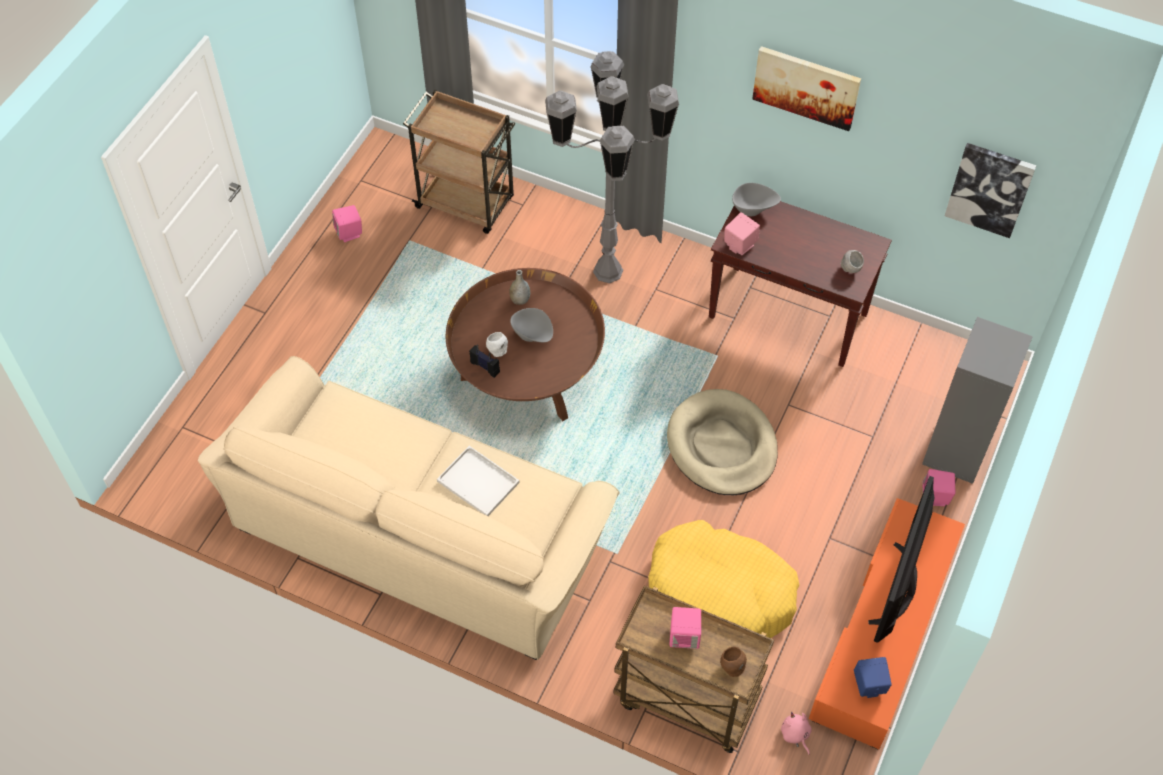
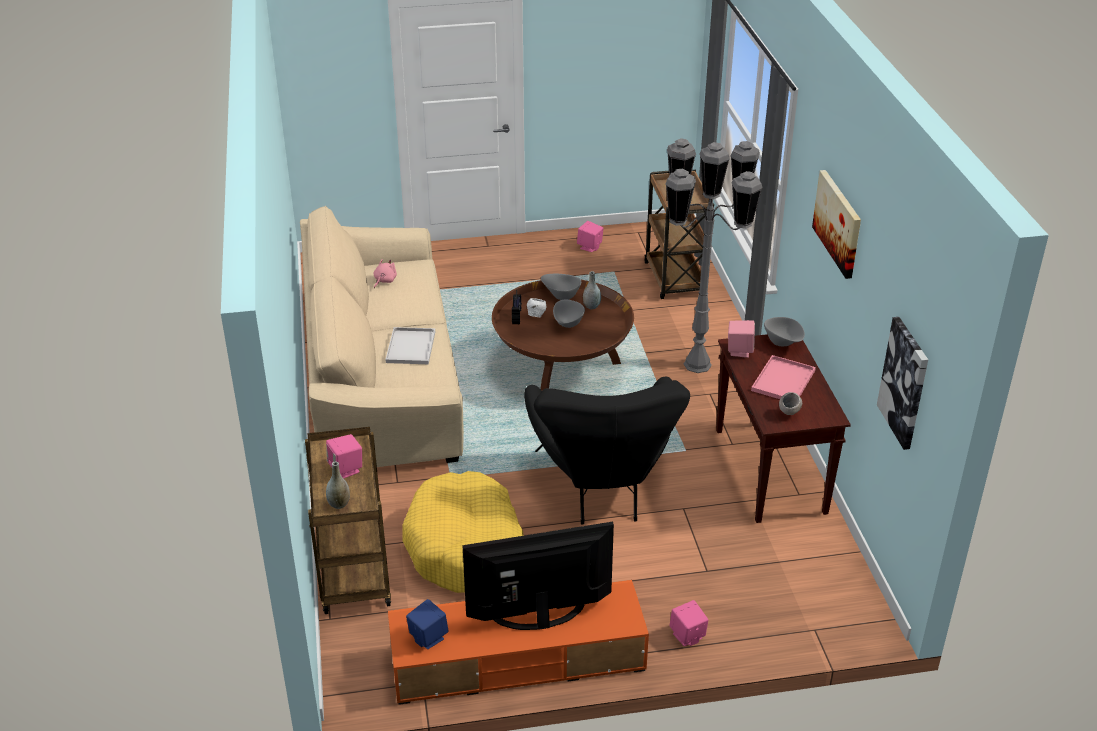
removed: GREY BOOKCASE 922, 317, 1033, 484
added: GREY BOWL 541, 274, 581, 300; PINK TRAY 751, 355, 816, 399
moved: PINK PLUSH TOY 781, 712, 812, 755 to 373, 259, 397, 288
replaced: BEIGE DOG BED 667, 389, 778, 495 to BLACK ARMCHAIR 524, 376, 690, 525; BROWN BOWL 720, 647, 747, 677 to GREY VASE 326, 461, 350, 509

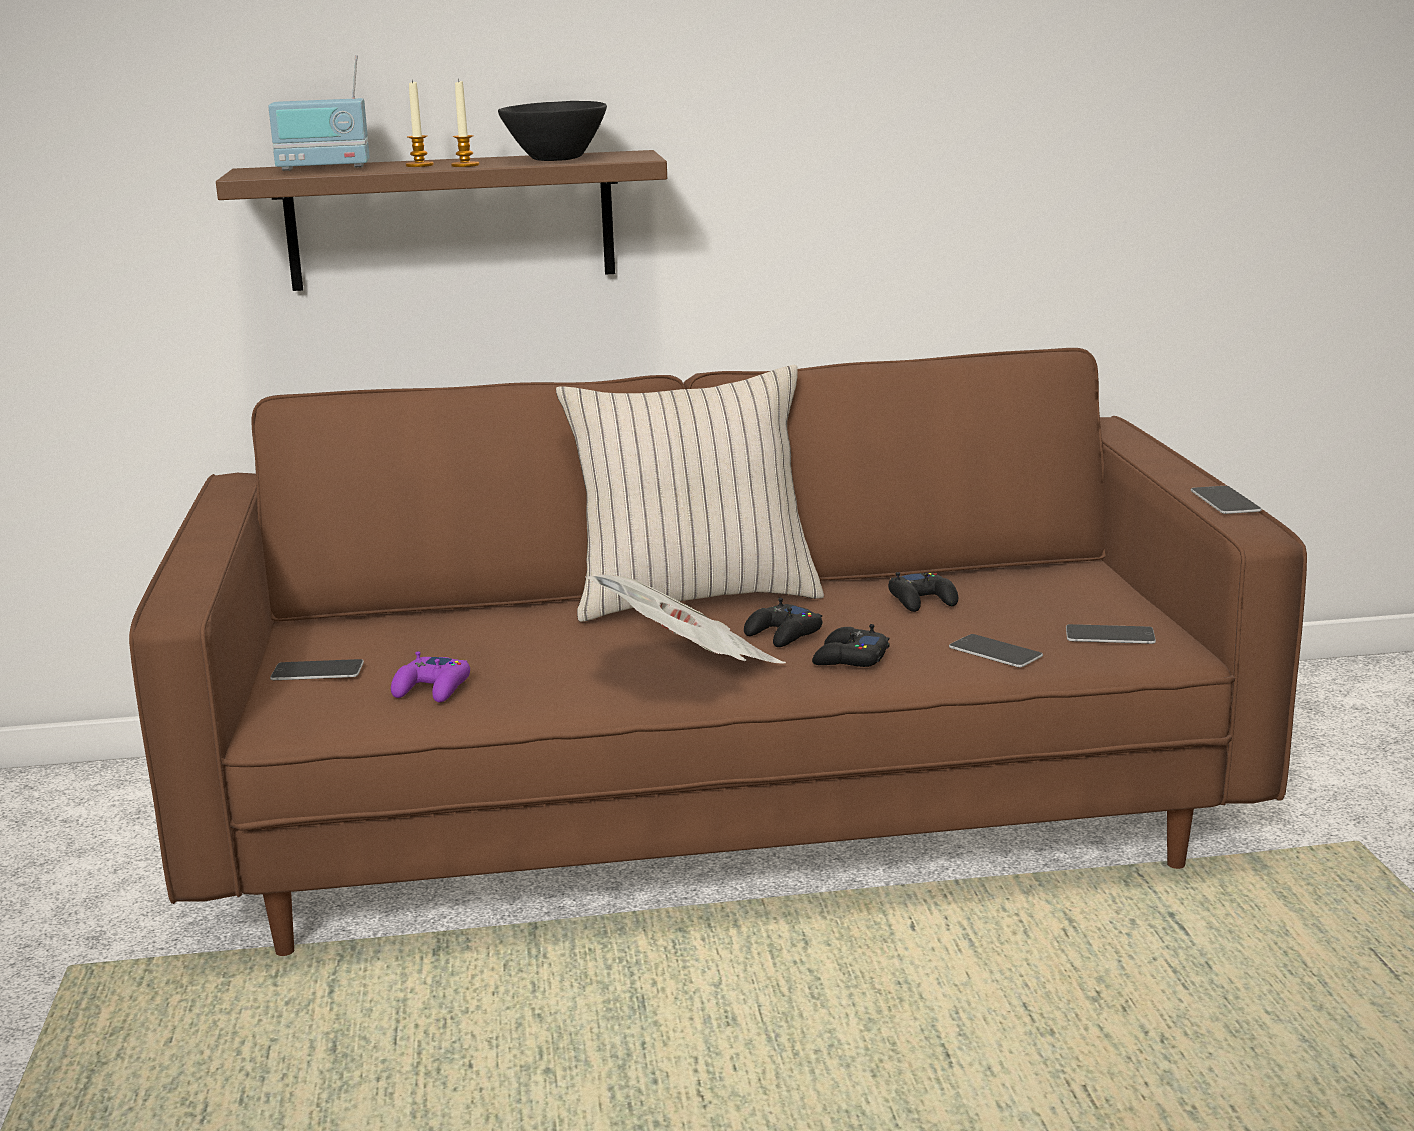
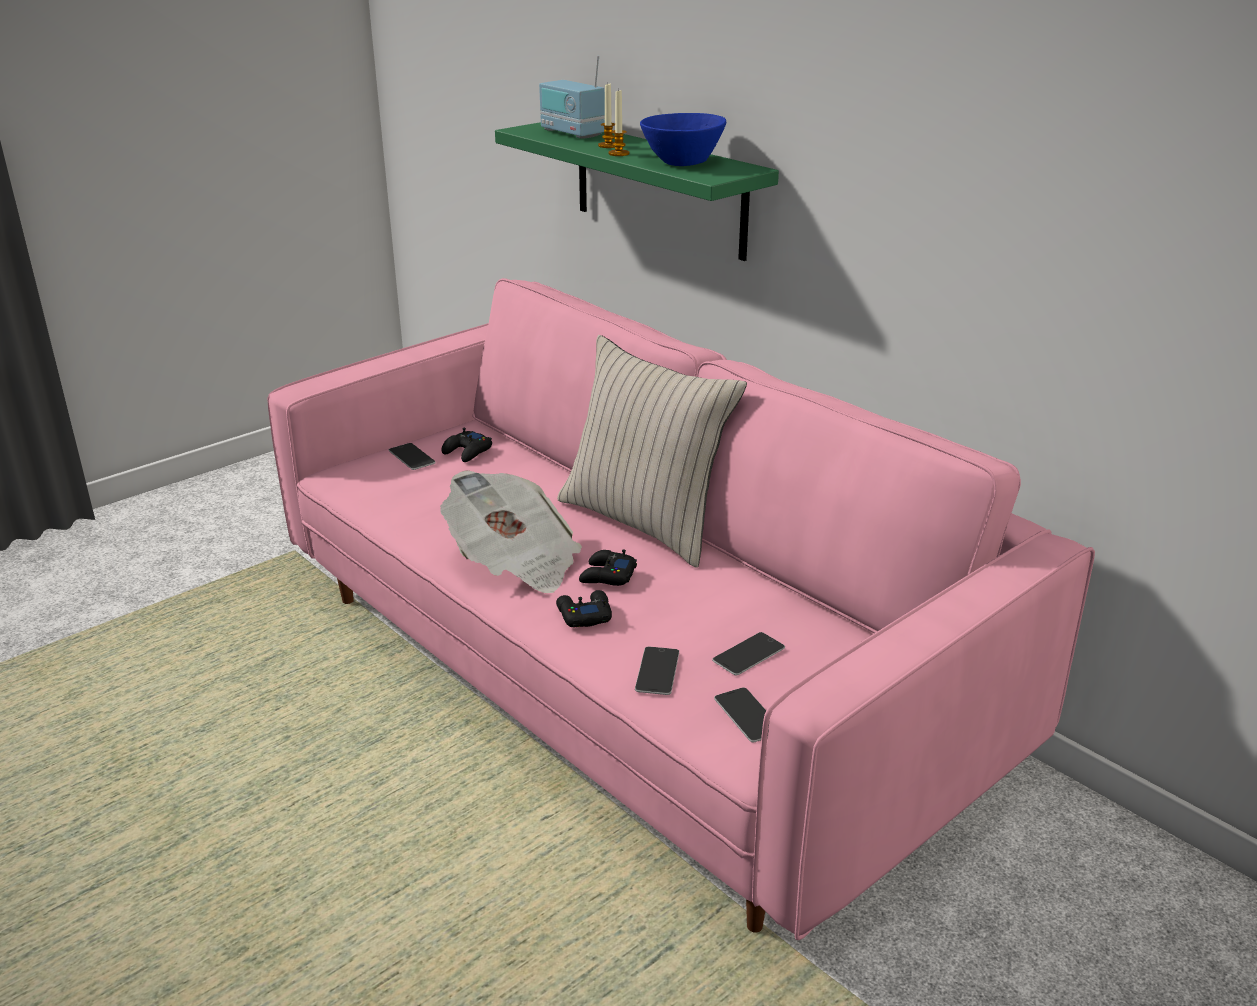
removed: PURPLE GAME CONTROLLER 391, 651, 470, 702
moved: BLACK GAME CONTROLLER 888, 572, 958, 612 to 441, 428, 492, 462; PHONE 1191, 486, 1262, 514 to 712, 632, 785, 676
recoloured: BROWN SOFA 129, 348, 1307, 956 to PINK SOFA 267, 278, 1095, 940; BROWN SHELF 216, 150, 667, 291 to GREEN SHELF 495, 122, 779, 261; BLACK BOWL 498, 101, 607, 161 to BLUE BOWL 640, 113, 726, 166

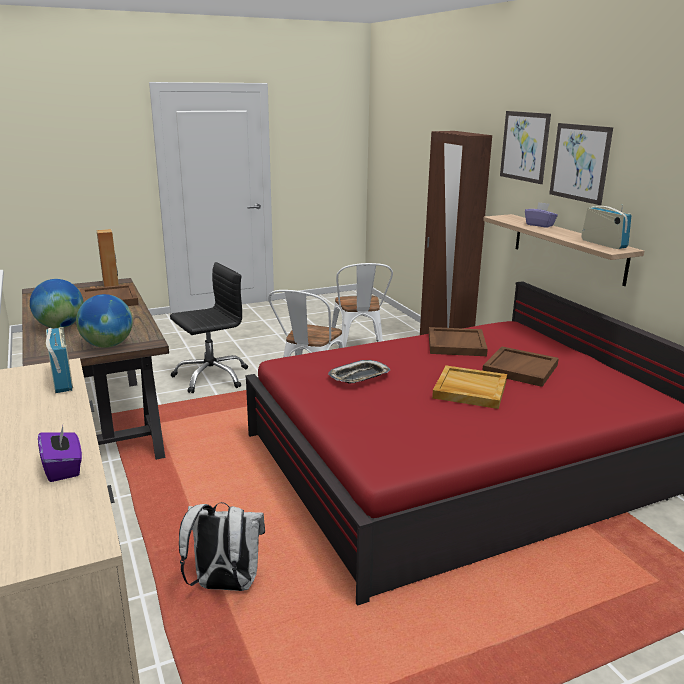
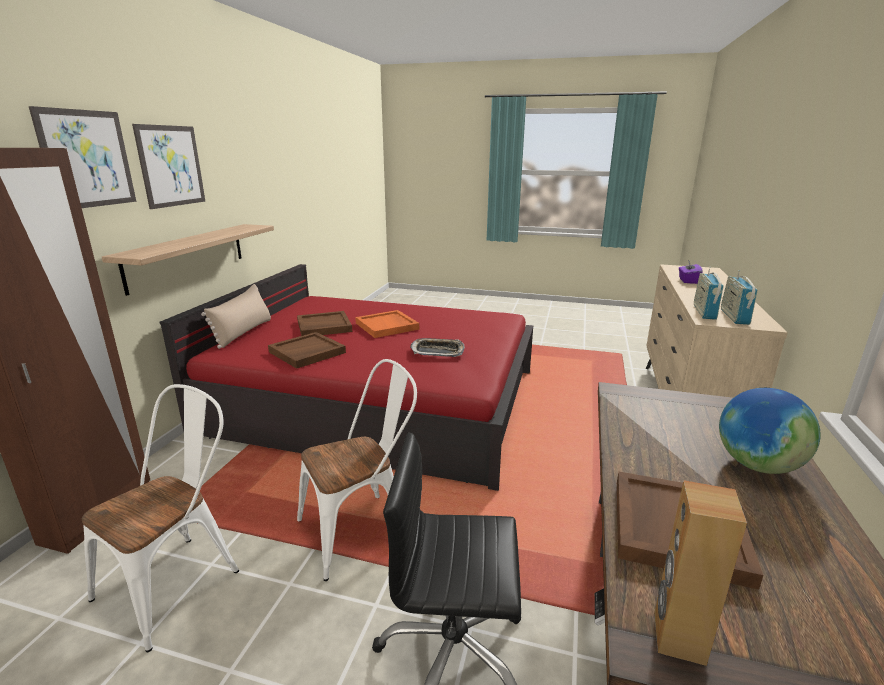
removed: GLOBE 76, 294, 133, 348; WHITE BACKPACK 179, 502, 265, 591; PURPLE TISSUE BOX 525, 202, 558, 228
added: BEIGE PILLOW 201, 284, 271, 349
moved: RADIO 582, 205, 632, 249 to 721, 270, 758, 325
recoloured: BEIGE TRAY 432, 365, 507, 409 to ORANGE TRAY 355, 310, 419, 338

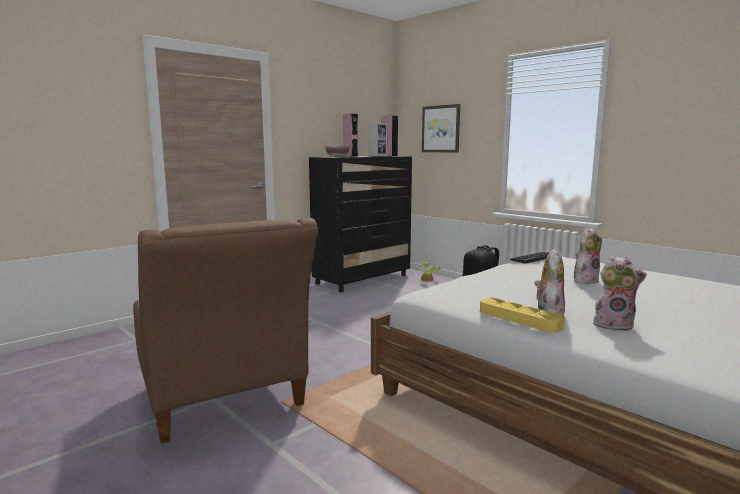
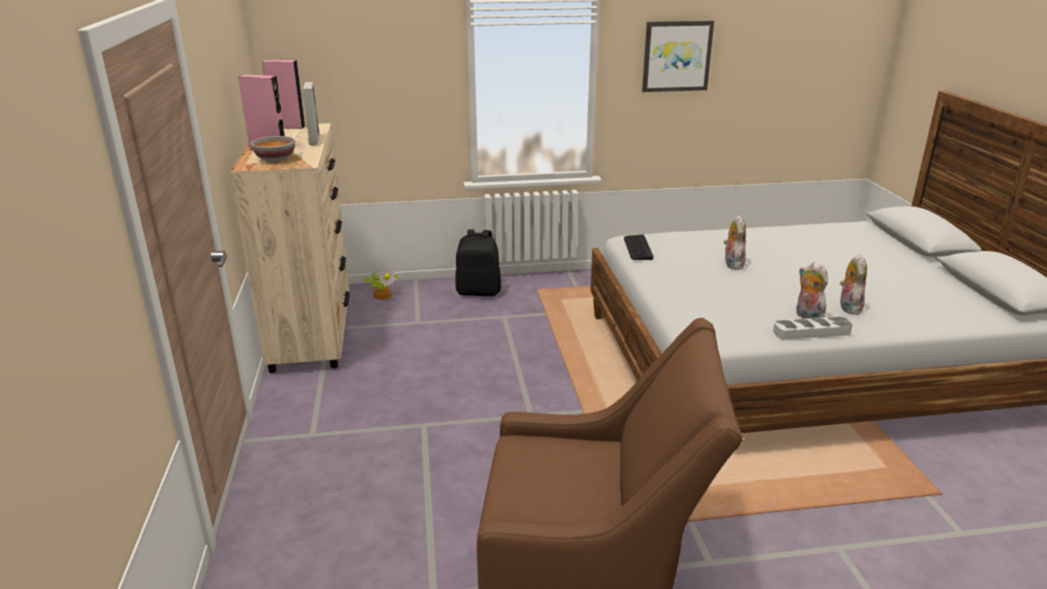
moved: PICTURE 422, 104, 460, 153 to 642, 20, 714, 92
recoloured: BLACK DRESSER 309, 156, 412, 292 to BEIGE DRESSER 230, 123, 350, 373; YELLOW TRAY 480, 298, 565, 333 to GREY TRAY 773, 317, 852, 340
turned: PLUSH TOY 593, 256, 647, 331 = 840, 254, 867, 315 45 degrees counterclockwise

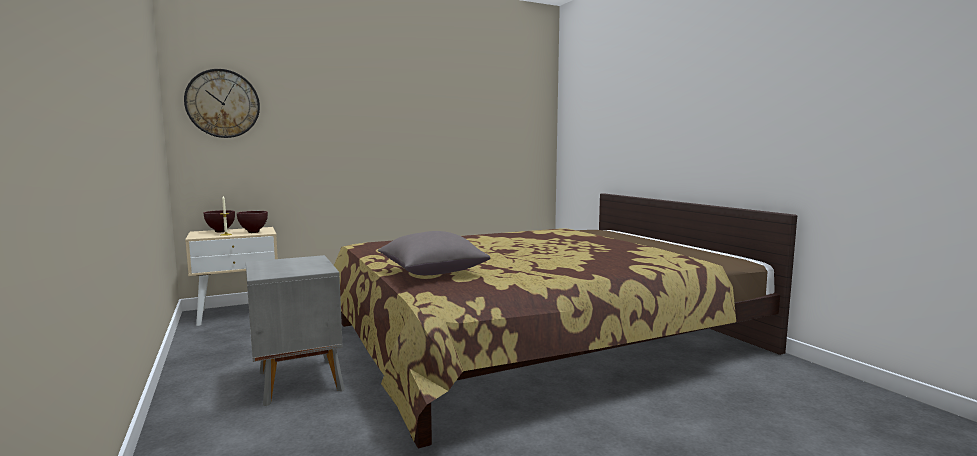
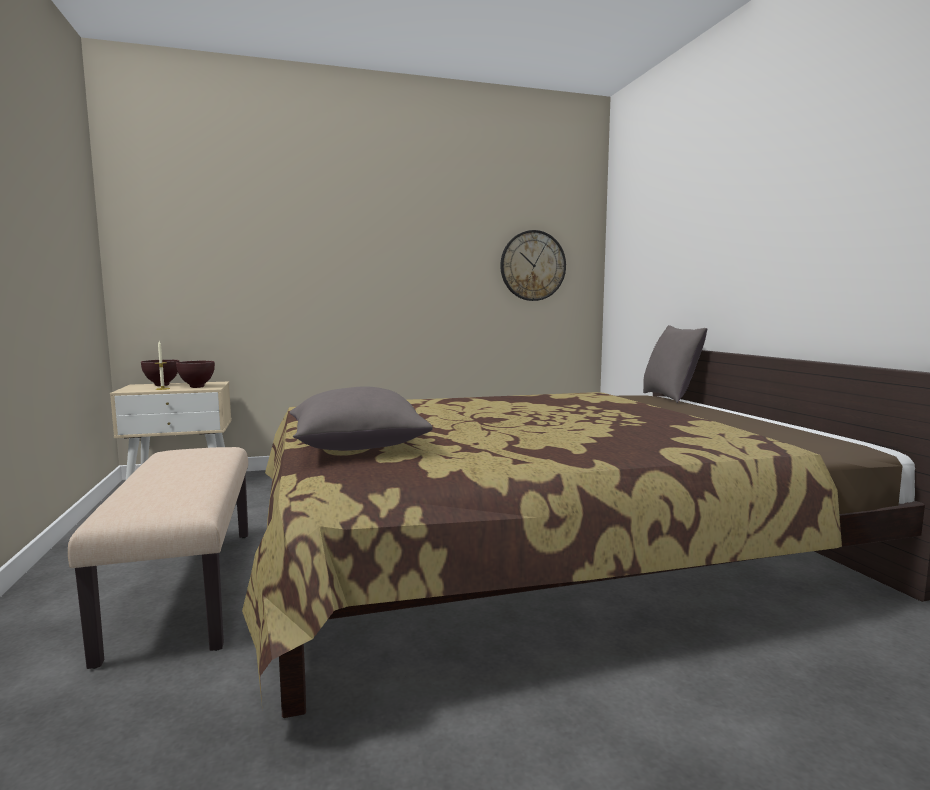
added: GREY PILLOW 643, 325, 707, 403
moved: WALL CLOCK 184, 69, 260, 138 to 500, 230, 566, 301
replaced: GREY NIGHTSTAND 246, 255, 345, 406 to BEIGE BENCH 68, 447, 248, 669

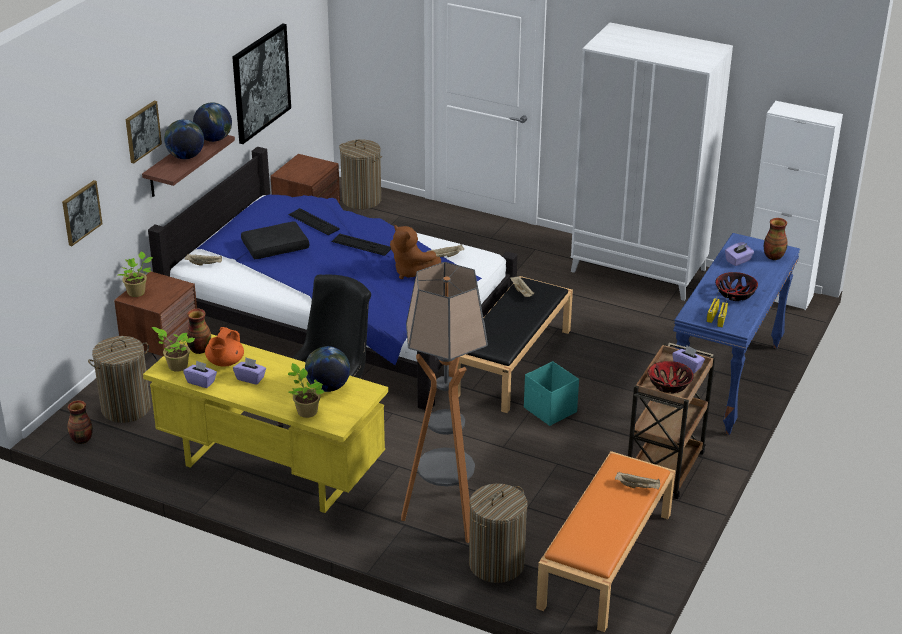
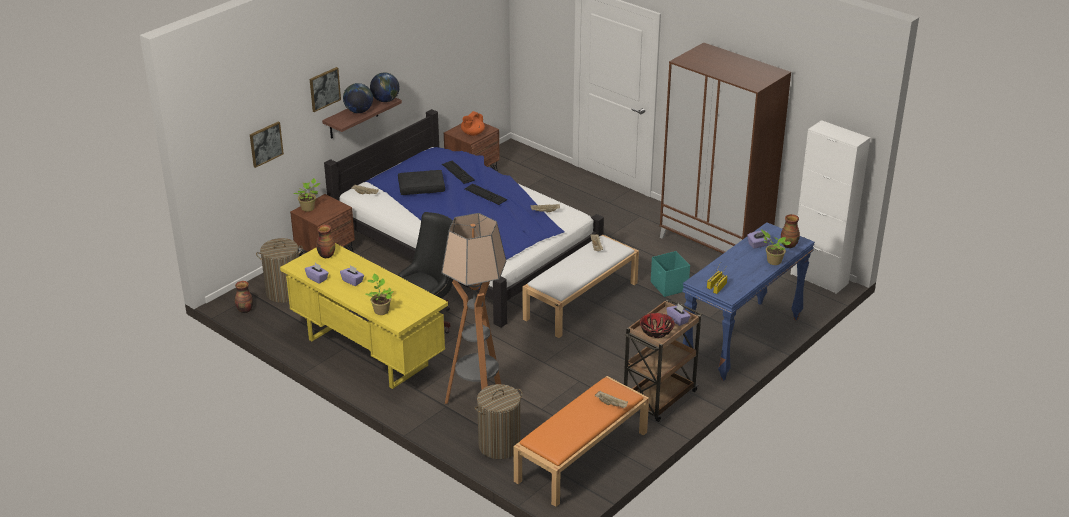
removed: PICTURE 232, 23, 291, 144; GLOBE 305, 346, 350, 392; LAUNDRY BASKET 339, 140, 383, 209; BROWN PLUSH TOY 390, 225, 441, 279; BOWL 715, 272, 758, 301
moved: POTTED PLANT 152, 327, 195, 372 to 761, 230, 791, 265; ORANGE TEAPOT 205, 327, 244, 366 to 461, 111, 485, 136; TURQUOISE STORAGE BOX 524, 361, 579, 426 to 651, 251, 690, 297
recoloured: BLACK BENCH 457, 276, 573, 413 to WHITE BENCH 522, 235, 639, 338; WHITE WARDROBE 571, 23, 733, 301 to BROWN WARDROBE 659, 42, 791, 254

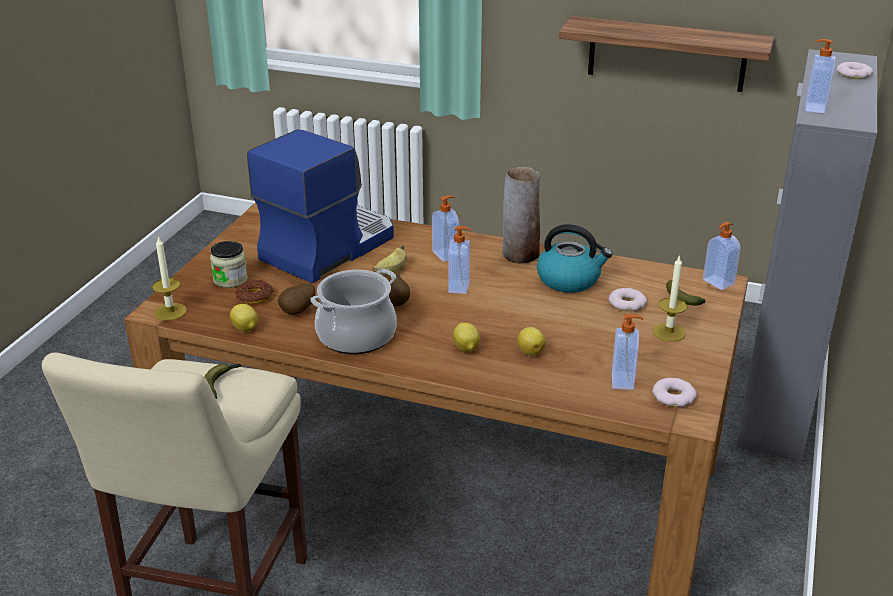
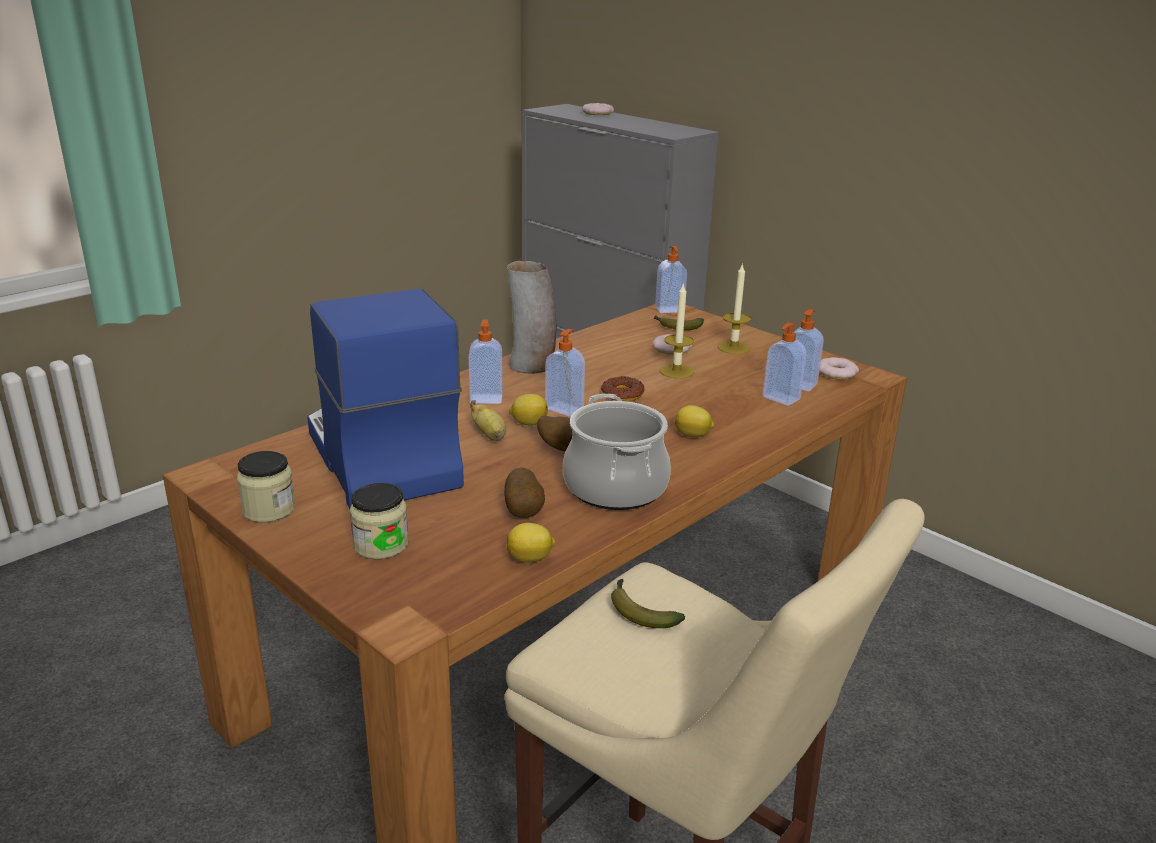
removed: KETTLE 537, 224, 612, 293; SHELF 559, 16, 774, 92
added: JAR 236, 451, 296, 523
moved: CANDLE 152, 236, 187, 321 to 660, 282, 694, 379; DONUT 235, 280, 273, 304 to 601, 376, 645, 402; LEMON 517, 327, 546, 356 to 509, 394, 548, 425; SOAP DISPENSER 805, 39, 835, 113 to 763, 322, 807, 406

